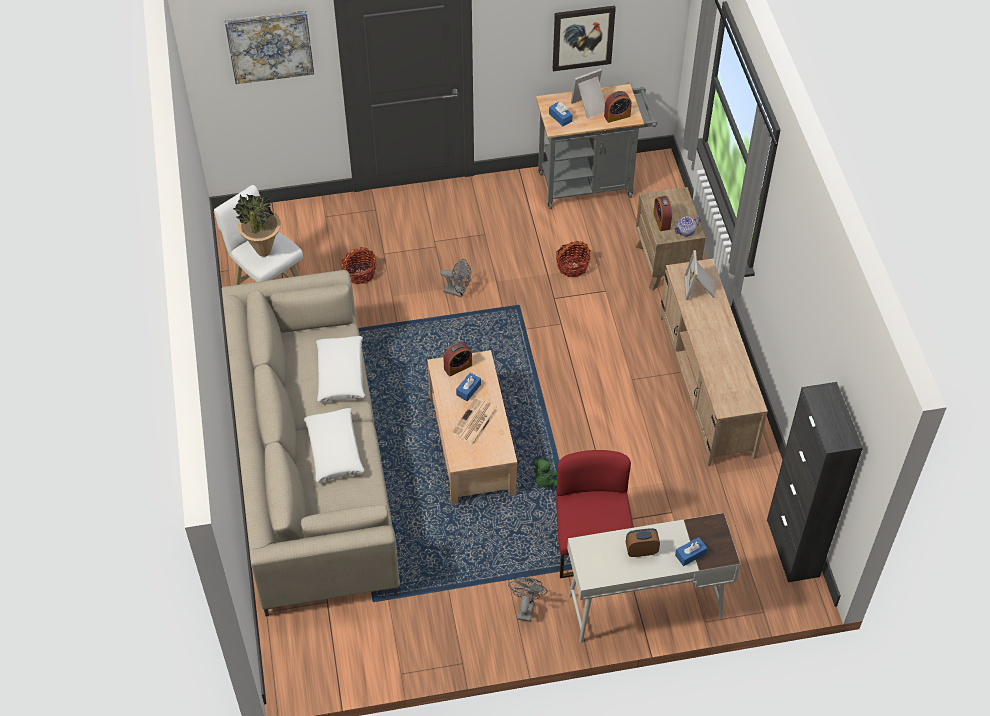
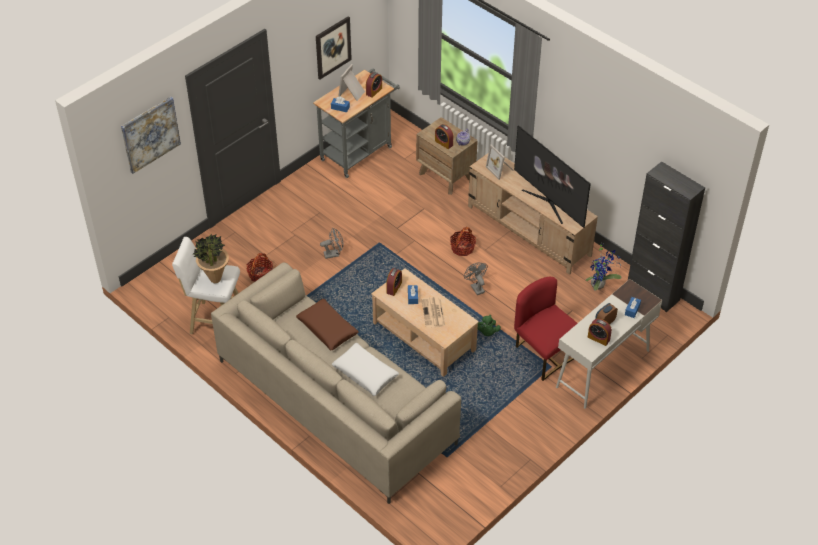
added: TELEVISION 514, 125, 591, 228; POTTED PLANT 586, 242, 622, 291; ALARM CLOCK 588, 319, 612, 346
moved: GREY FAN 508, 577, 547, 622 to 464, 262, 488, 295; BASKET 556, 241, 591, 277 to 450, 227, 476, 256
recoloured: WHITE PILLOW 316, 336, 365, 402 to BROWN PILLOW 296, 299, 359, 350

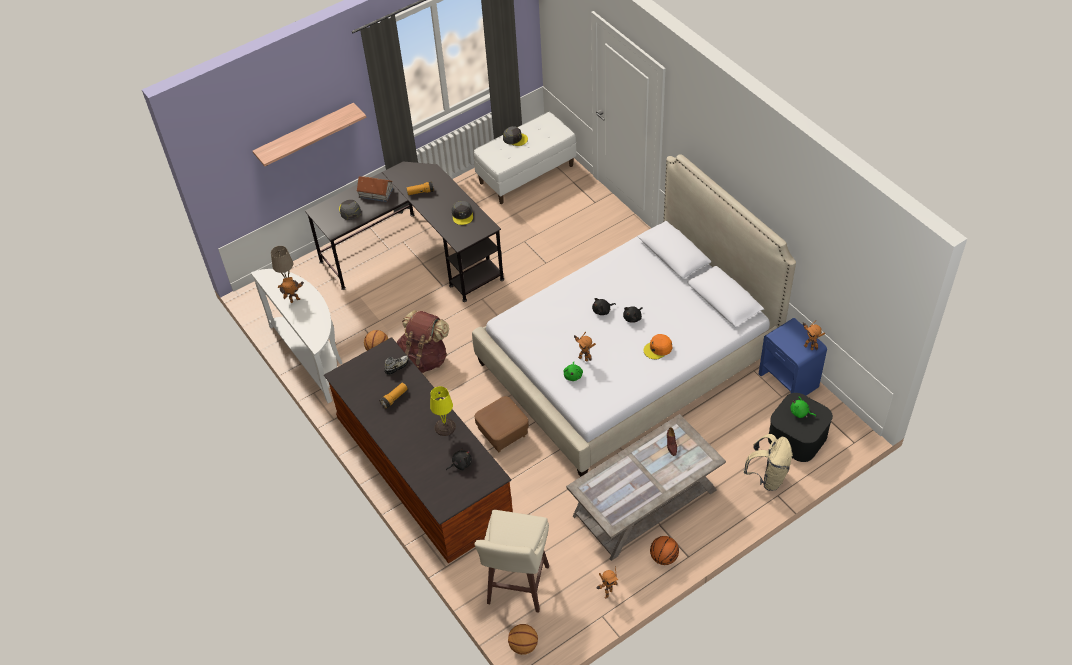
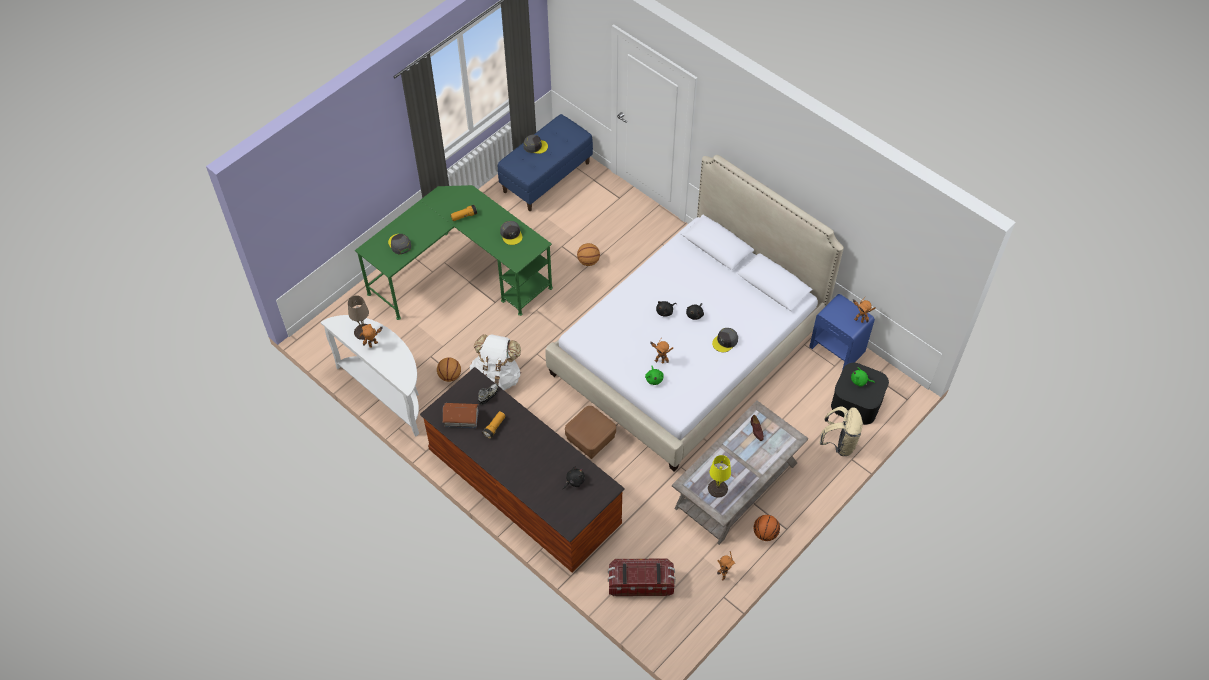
removed: SHELF 253, 103, 366, 166
moved: TOY HOUSE 356, 176, 393, 202 to 442, 403, 479, 428; YELLOW TABLE LAMP 430, 386, 456, 436 to 708, 455, 731, 498; BASKETBALL 508, 624, 538, 655 to 577, 243, 600, 266
replaced: BEIGE STOOL 475, 510, 549, 613 to STORAGE BOX 608, 558, 675, 596
recoloured: BLACK DESK 305, 162, 504, 302 to GREEN DESK 355, 185, 553, 320; BROWN BACKPACK 397, 310, 449, 373 to WHITE BACKPACK 470, 334, 521, 390; WHITE BENCH 473, 112, 576, 204 to BLUE BENCH 498, 114, 593, 211; ORANGE CAP 643, 334, 672, 359 to GREY CAP 712, 328, 738, 352

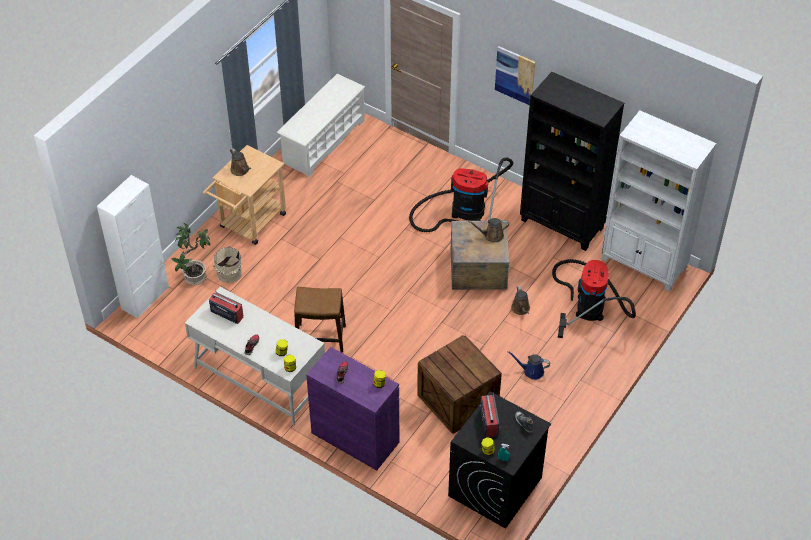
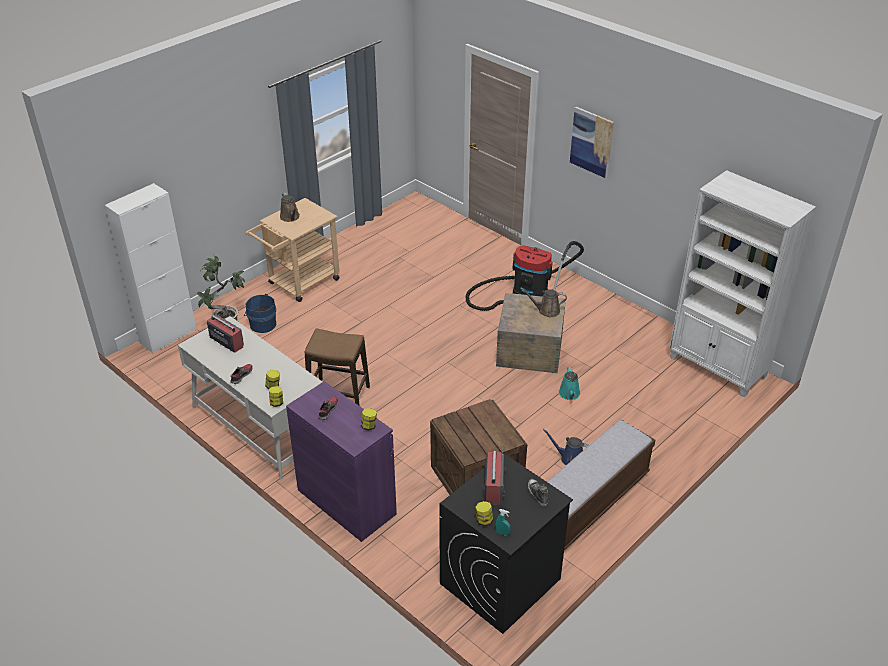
removed: WHITE SHOE RACK 277, 74, 365, 177; BLACK BOOKCASE 520, 72, 624, 251; VACUUM CLEANER 552, 259, 636, 338
added: BENCH 547, 420, 655, 550
recoloured: BEIGE BUCKET 213, 246, 242, 283 to BLUE BUCKET 244, 294, 276, 333; BROWN WATERING CAN 511, 286, 530, 315 to TURQUOISE WATERING CAN 559, 367, 580, 400

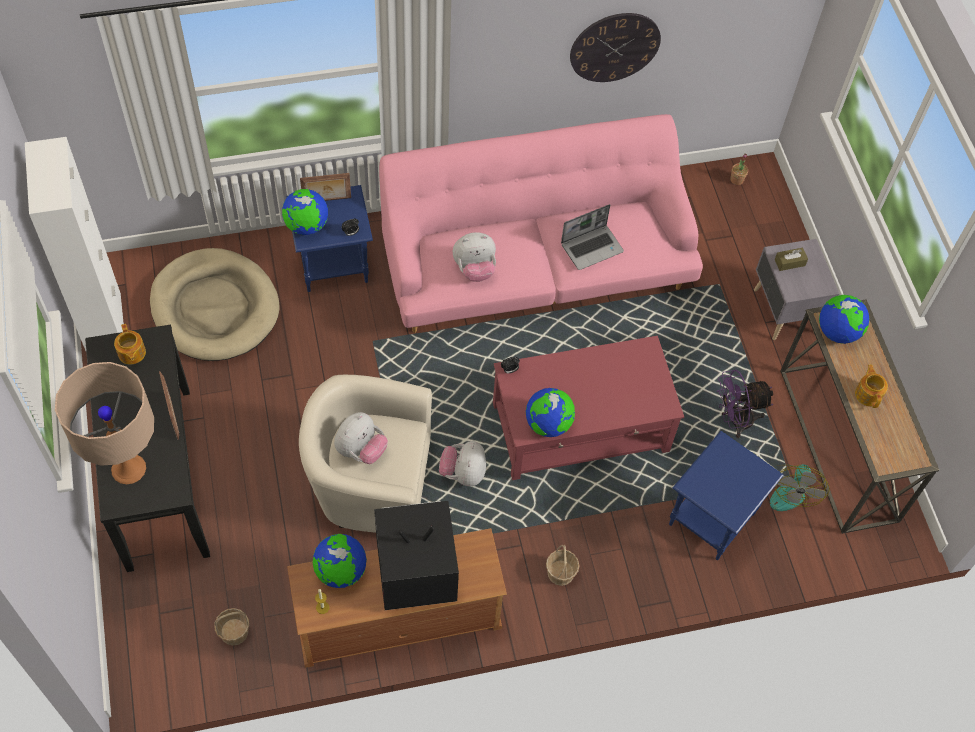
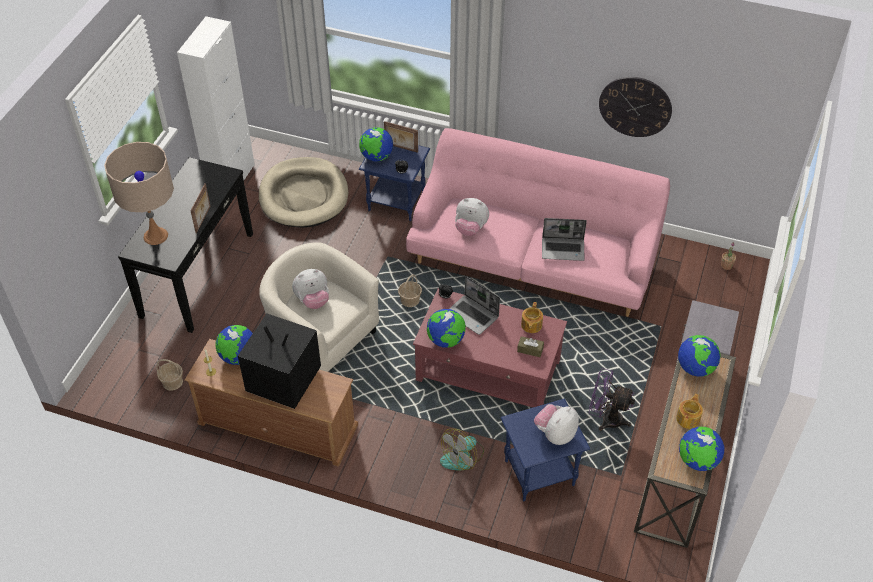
added: LAPTOP 449, 276, 500, 335; GLOBE 679, 426, 724, 471
moved: TEAPOT 114, 324, 146, 365 to 521, 302, 543, 333; PLUSH TOY 439, 441, 486, 486 to 534, 404, 579, 445; BASKET 546, 545, 579, 586 to 398, 274, 422, 307; FAN 770, 464, 830, 511 to 440, 429, 484, 471; BROWN TISSUE BOX 775, 248, 808, 271 to 517, 336, 544, 357

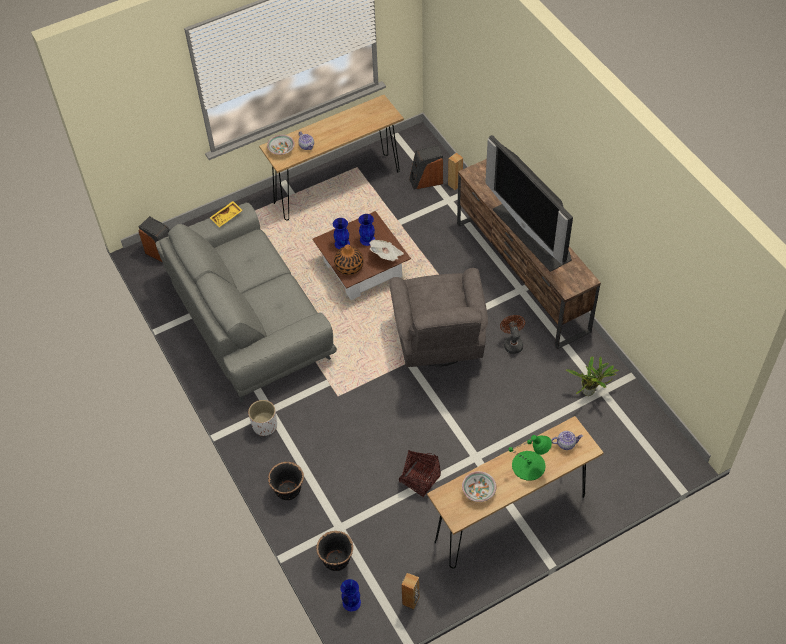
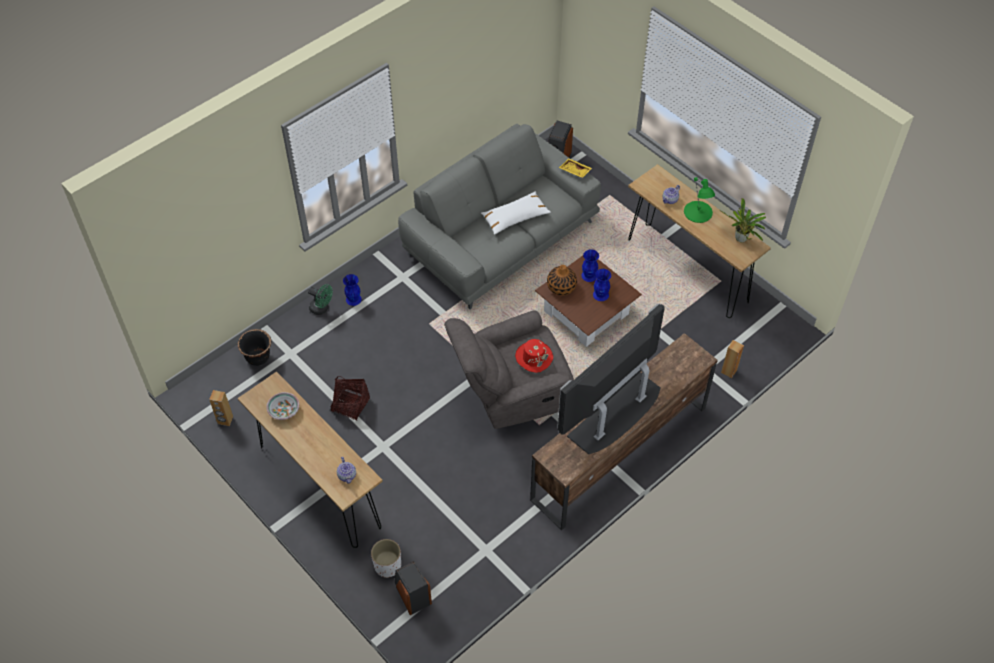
removed: BOWL 267, 135, 295, 155; NEWSPAPER 369, 240, 404, 261; BROWN FAN 500, 315, 525, 354
added: WHITE PILLOW 481, 191, 551, 235; RED HAT 515, 339, 553, 373
moved: WHITE PLANTER 248, 400, 277, 436 to 371, 539, 401, 578; BLUE VASE 340, 579, 361, 611 to 343, 274, 361, 306; SPEAKER 409, 145, 443, 190 to 395, 561, 432, 615; GREEN TABLE LAMP 509, 435, 552, 481 to 684, 177, 715, 223; POTTED PLANT 566, 356, 619, 396 to 721, 198, 766, 243
replaced: BLACK PLANTER 268, 462, 304, 500 to GREEN FAN 308, 284, 333, 315

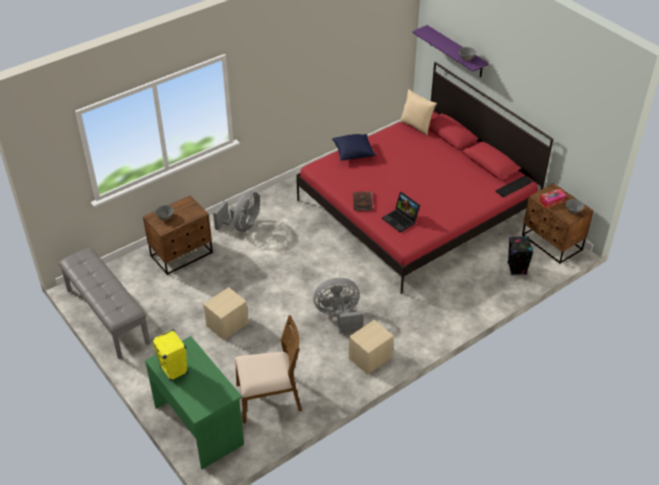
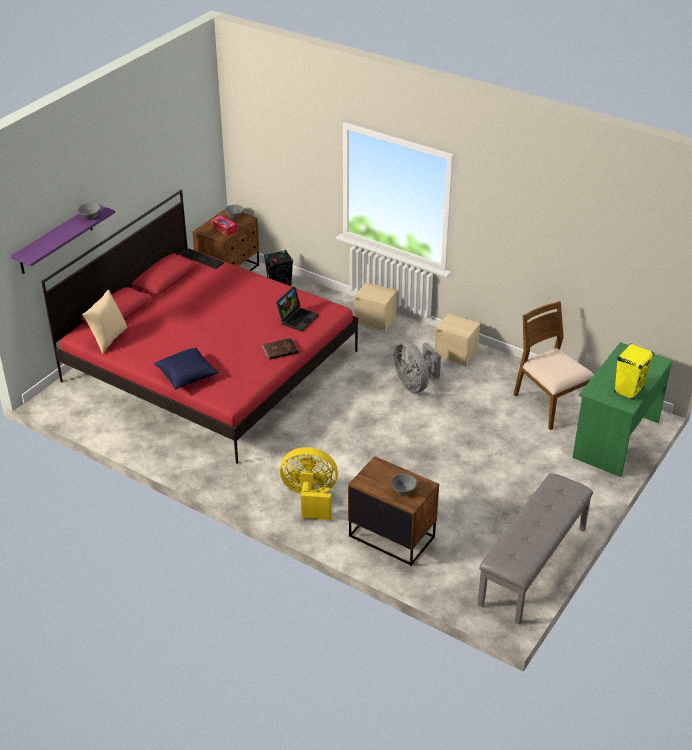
moved: BEIGE STORAGE BOX 203, 287, 249, 340 to 354, 282, 397, 332
recoloured: GREY FAN 213, 191, 260, 232 to YELLOW FAN 280, 447, 338, 520

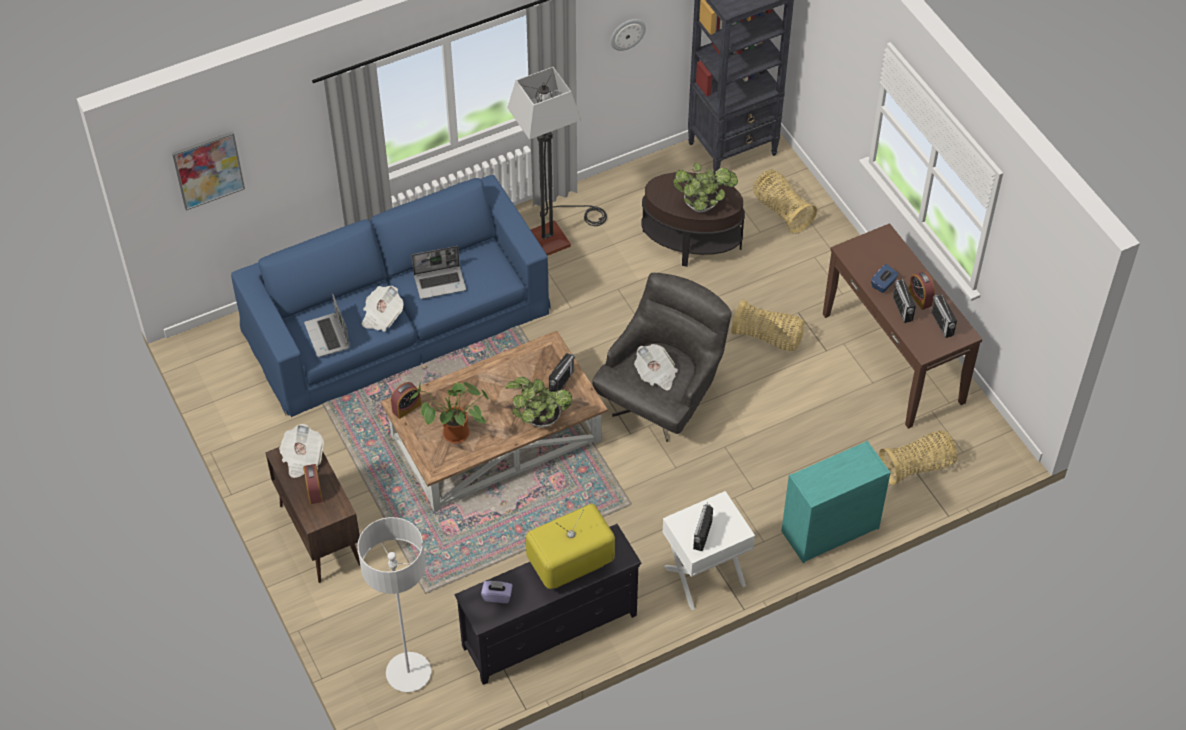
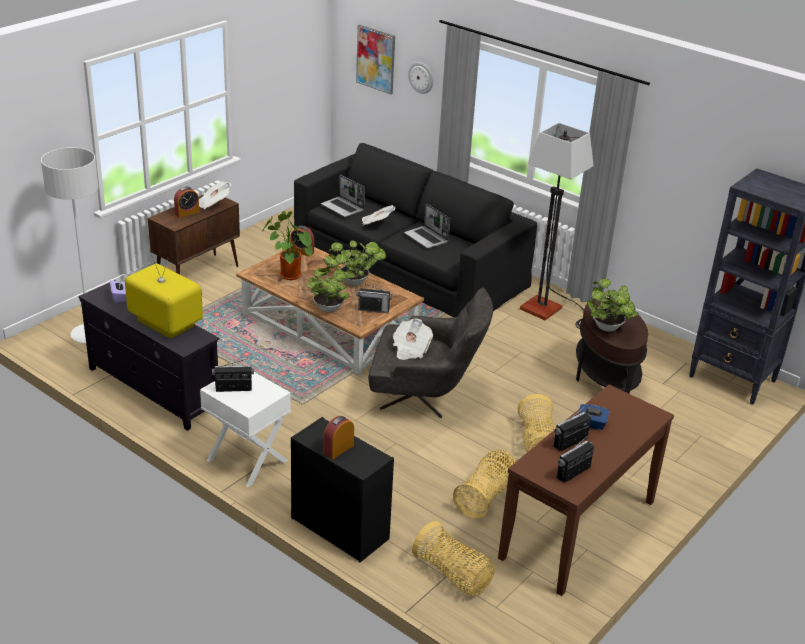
added: POTTED PLANT 329, 240, 386, 286
moved: WALL CLOCK 610, 19, 646, 51 to 408, 62, 433, 94; BASKET 753, 170, 817, 233 to 453, 450, 516, 518; ALARM CLOCK 908, 271, 935, 310 to 323, 416, 354, 459
recoloured: BLUE SOFA 231, 175, 551, 417 to BLACK SOFA 294, 143, 537, 317; TURQUOISE DRESSER 781, 441, 891, 563 to BLACK DRESSER 291, 417, 394, 562
turned: LAPTOP 304, 293, 350, 357 = 321, 175, 365, 217 90 degrees counterclockwise

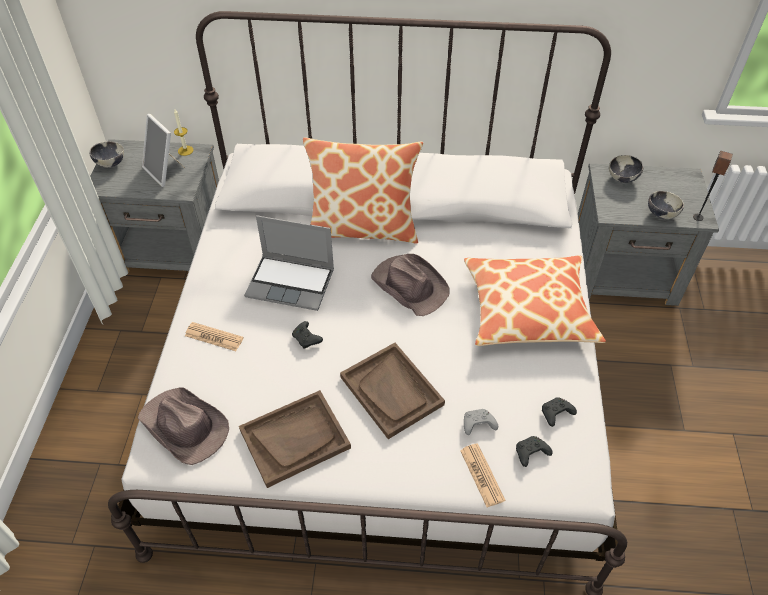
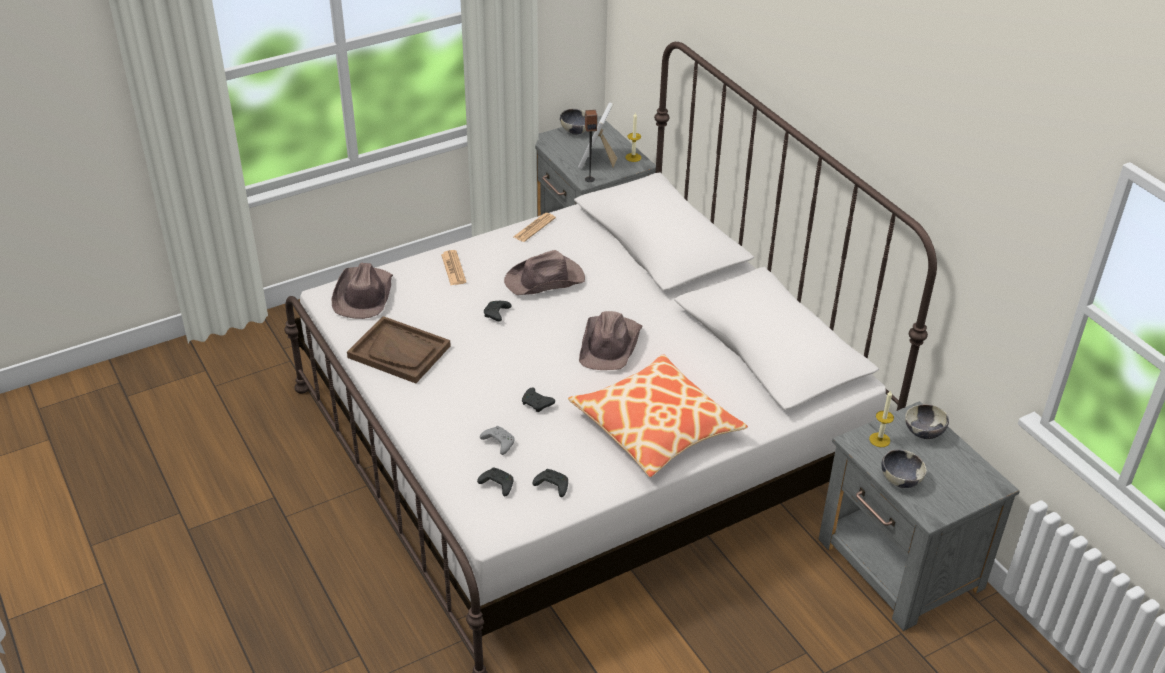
removed: PILLOW 303, 137, 423, 243; BROWN TRAY 340, 343, 445, 439
added: BLACK GAME CONTROLLER 522, 388, 555, 412; CANDLE 869, 391, 894, 447
moved: NEWSPAPER 460, 443, 506, 507 to 513, 213, 556, 242; SPEAKER 693, 151, 733, 221 to 585, 110, 597, 182
replaced: LAPTOP 244, 215, 334, 311 to BROWN HAT 504, 250, 585, 295

